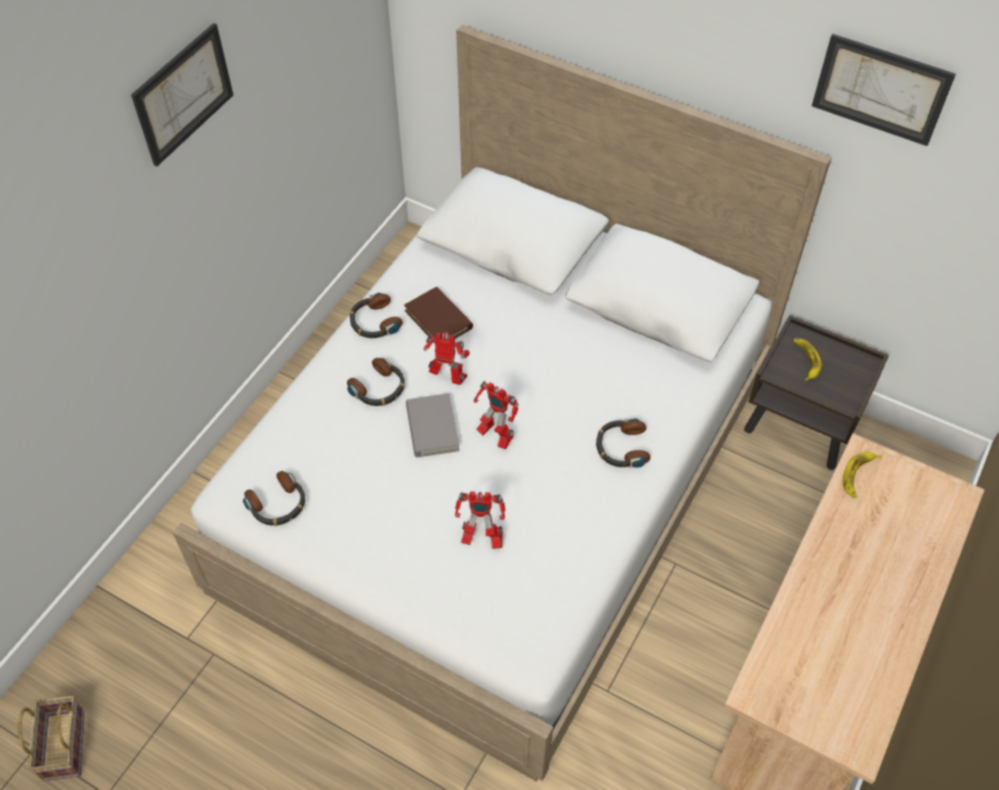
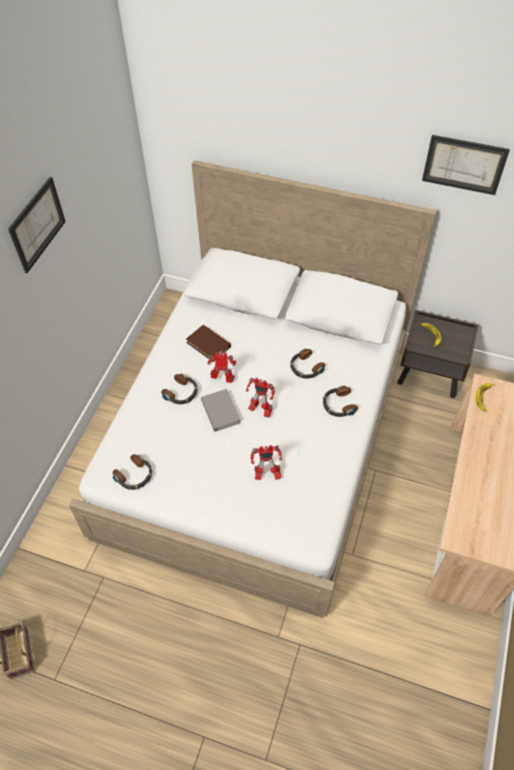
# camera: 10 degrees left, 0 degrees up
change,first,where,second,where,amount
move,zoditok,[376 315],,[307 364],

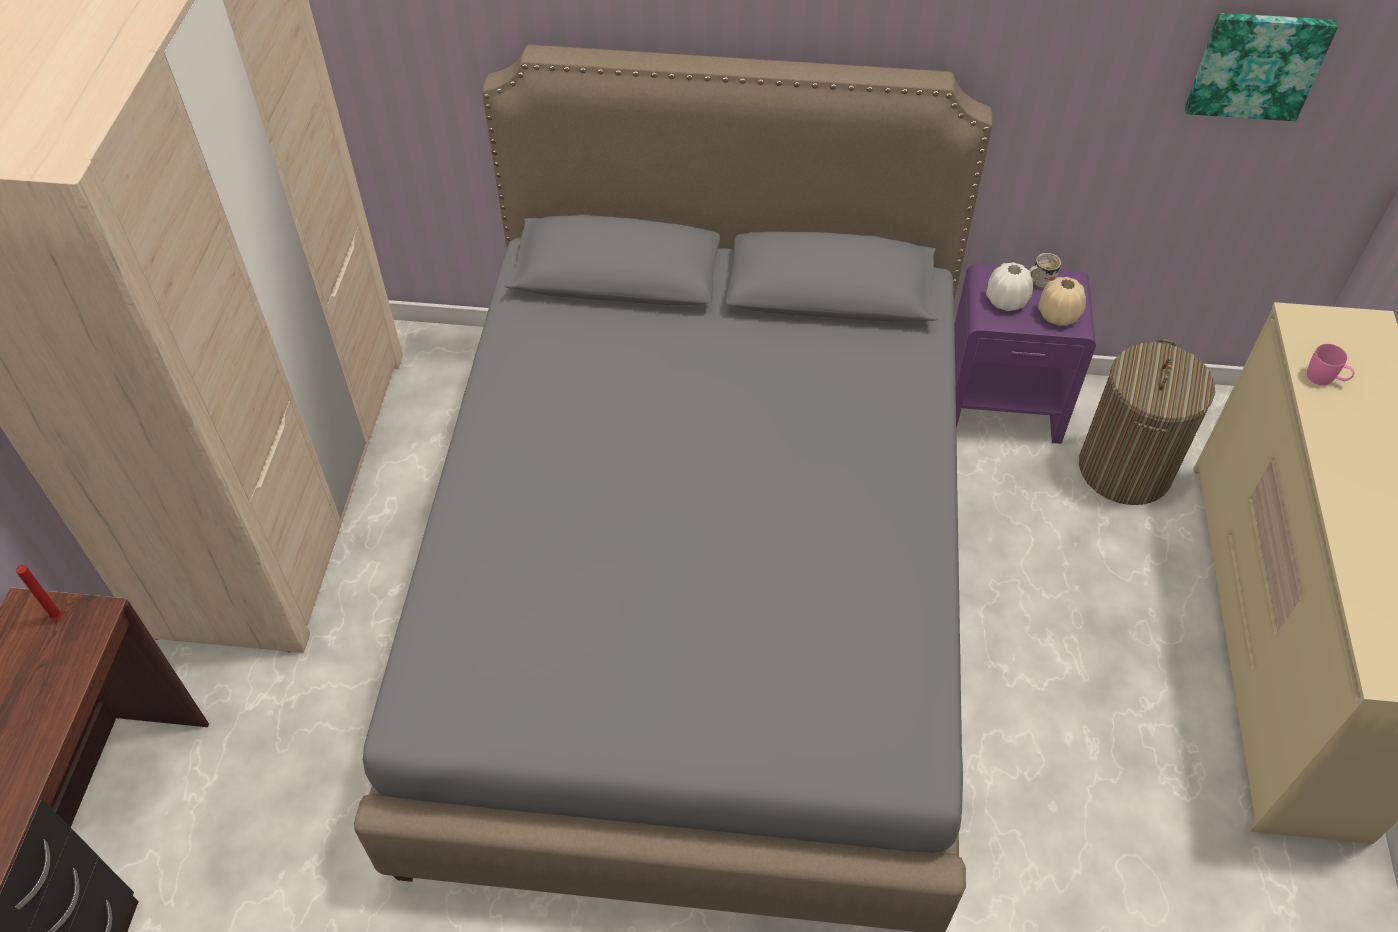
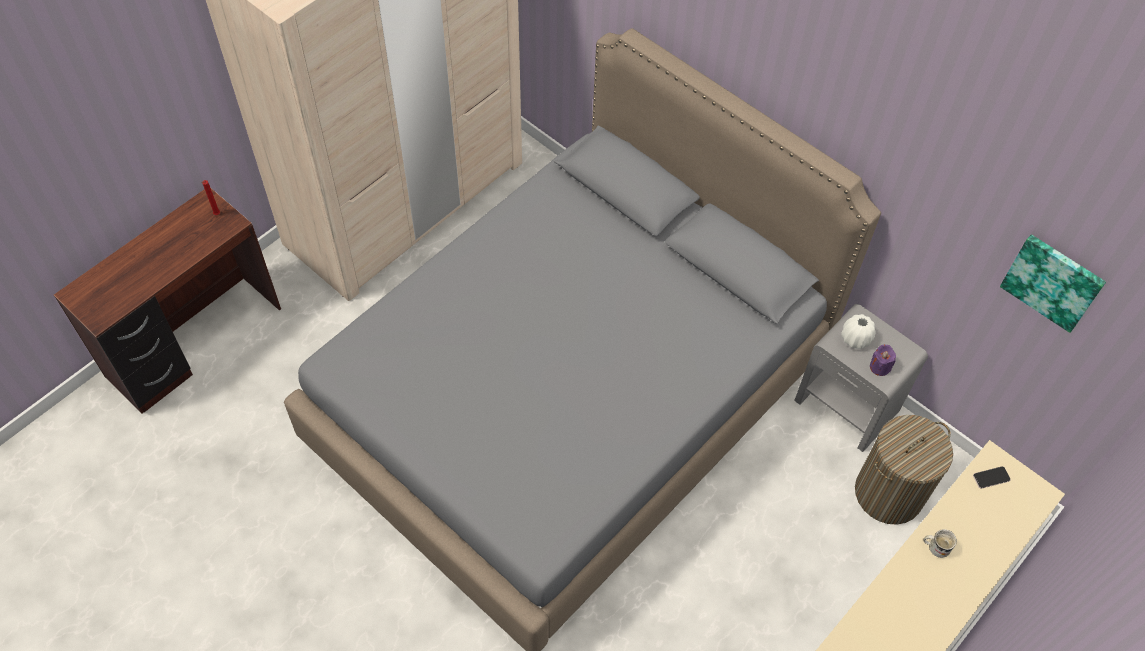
# camera: 35 degrees right, 5 degrees up
change,first,where,second,where,amount
move,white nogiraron,[1045 271],,[940 543],
recolor,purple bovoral,[1025 354],grey bovoral,[861 378],
replace,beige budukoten,[1062 301],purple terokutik,[883 360],
delete,pink nogiraron,[1330 364],,,
insert,,,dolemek,[992 477],

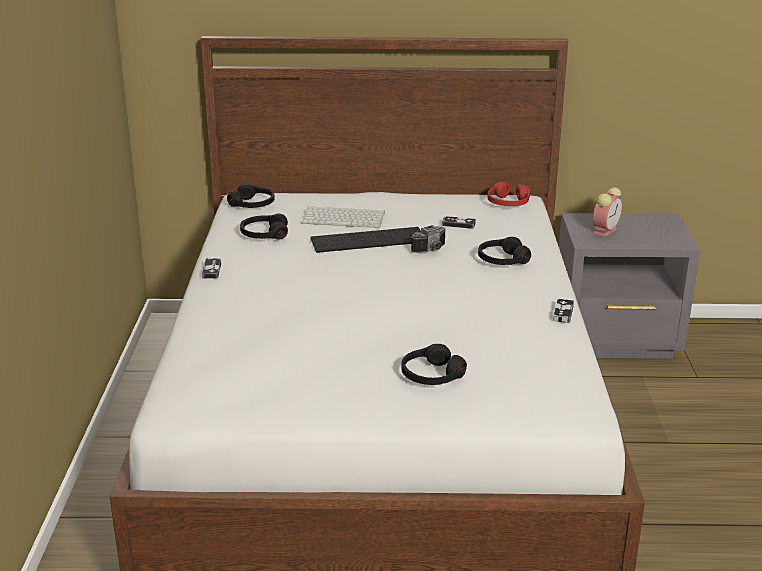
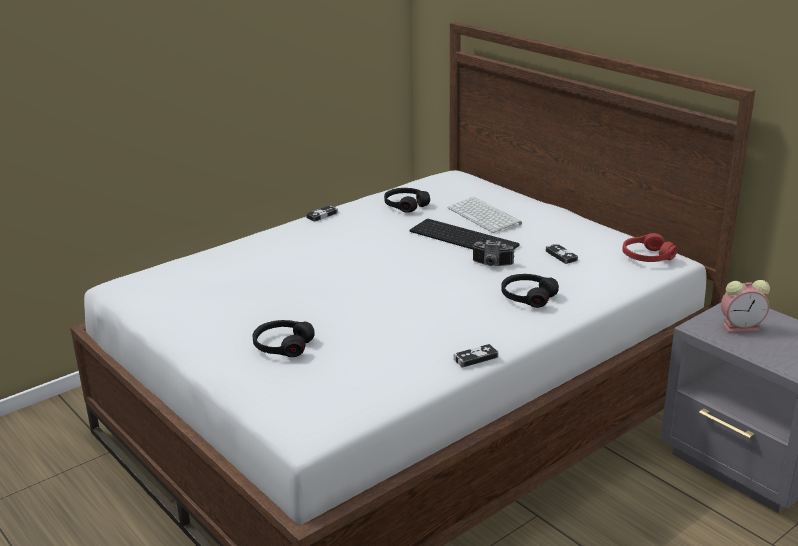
# camera: 50 degrees right, 0 degrees up
change,first,where,second,where,amount
delete,black zoditok,[251 196],,,

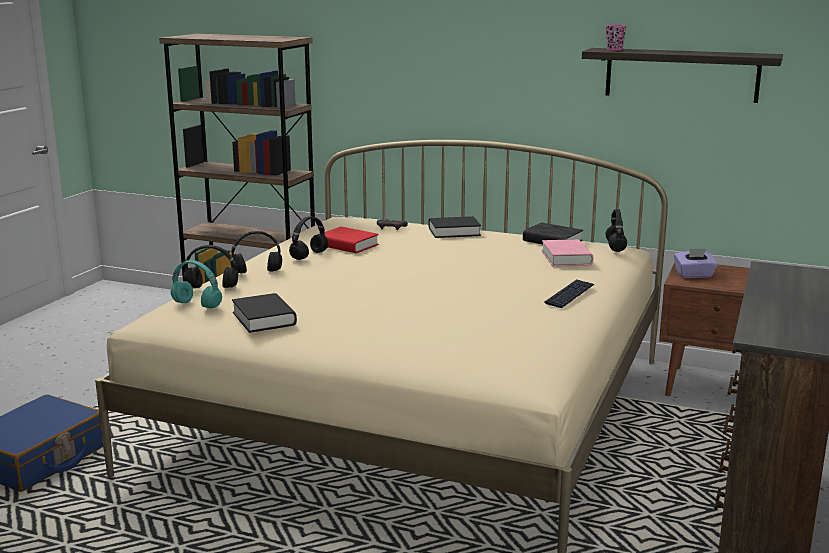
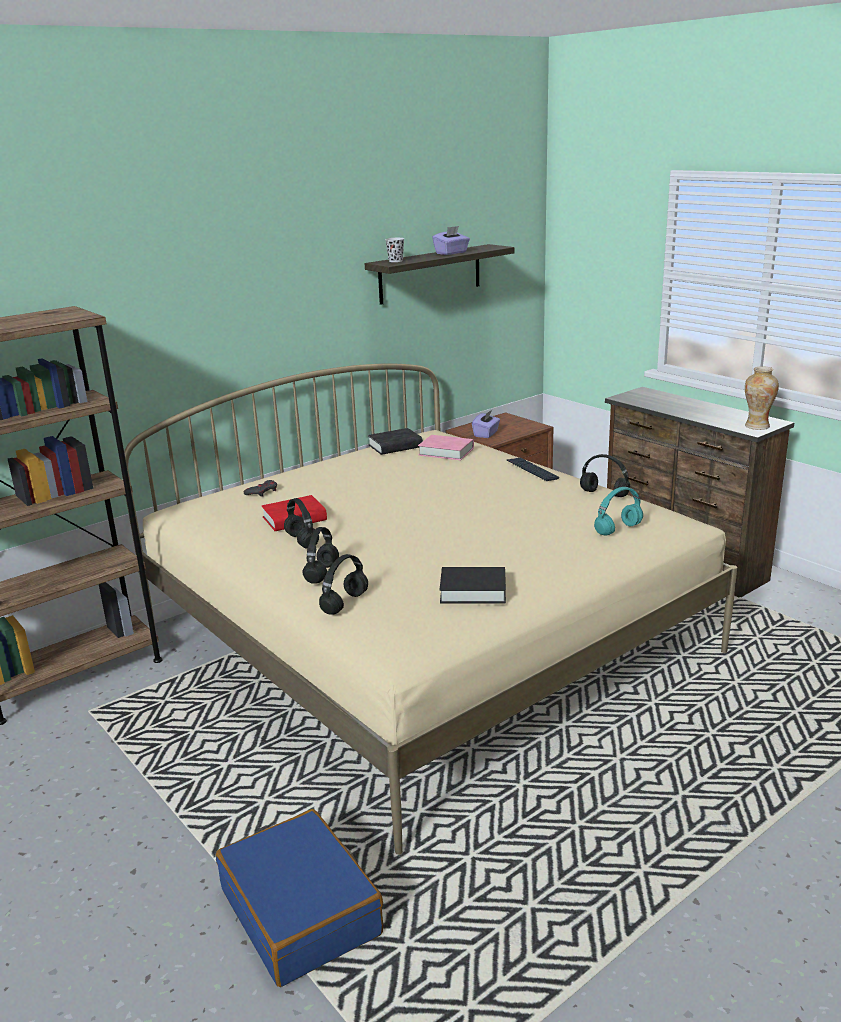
# camera: 60 degrees left, 5 degrees up
change,first,where,second,where,amount
recolor,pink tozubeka,[616 38],black tozubeka,[394 250],
move,black zoditok,[616 230],,[605 475],
delete,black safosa,[455 227],,,
move,turquoise zoditok,[196 284],,[618 511],
insert,,,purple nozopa,[451 240],
insert,,,budukoten,[762 398],

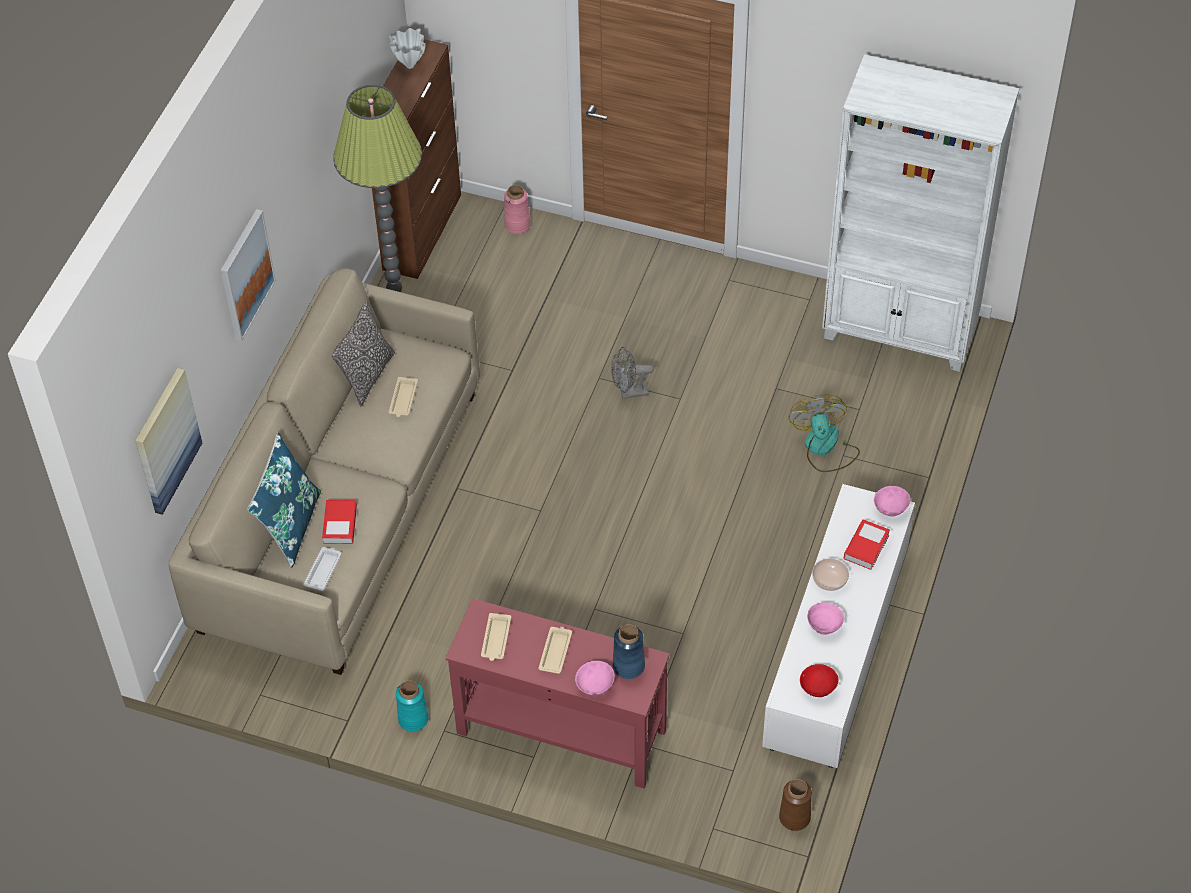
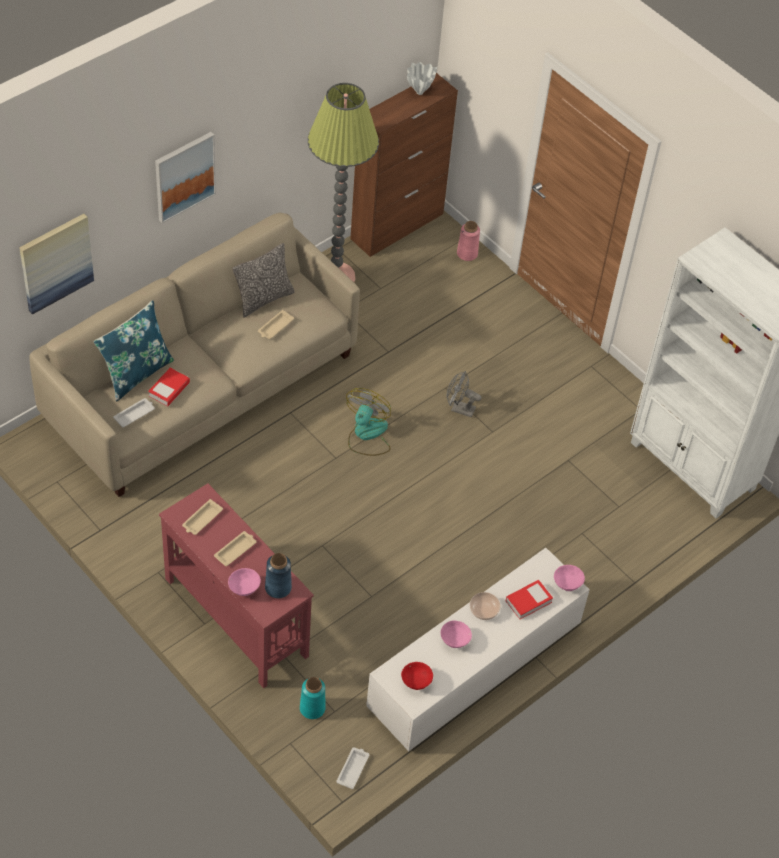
# camera: 25 degrees right, 0 degrees up
change,first,where,second,where,amount
move,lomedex,[824 433],,[368 422],
move,turquoise budukoten,[412 706],,[313 698],
replace,brown budukoten,[795 805],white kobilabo,[352 768],

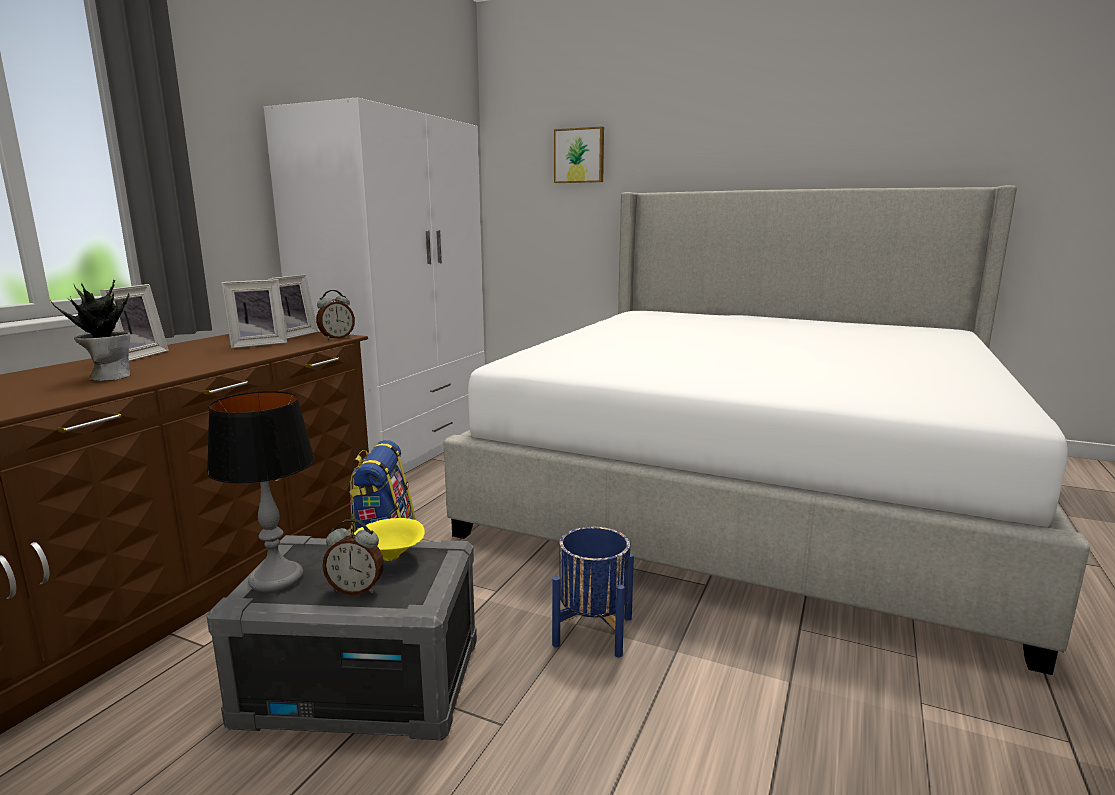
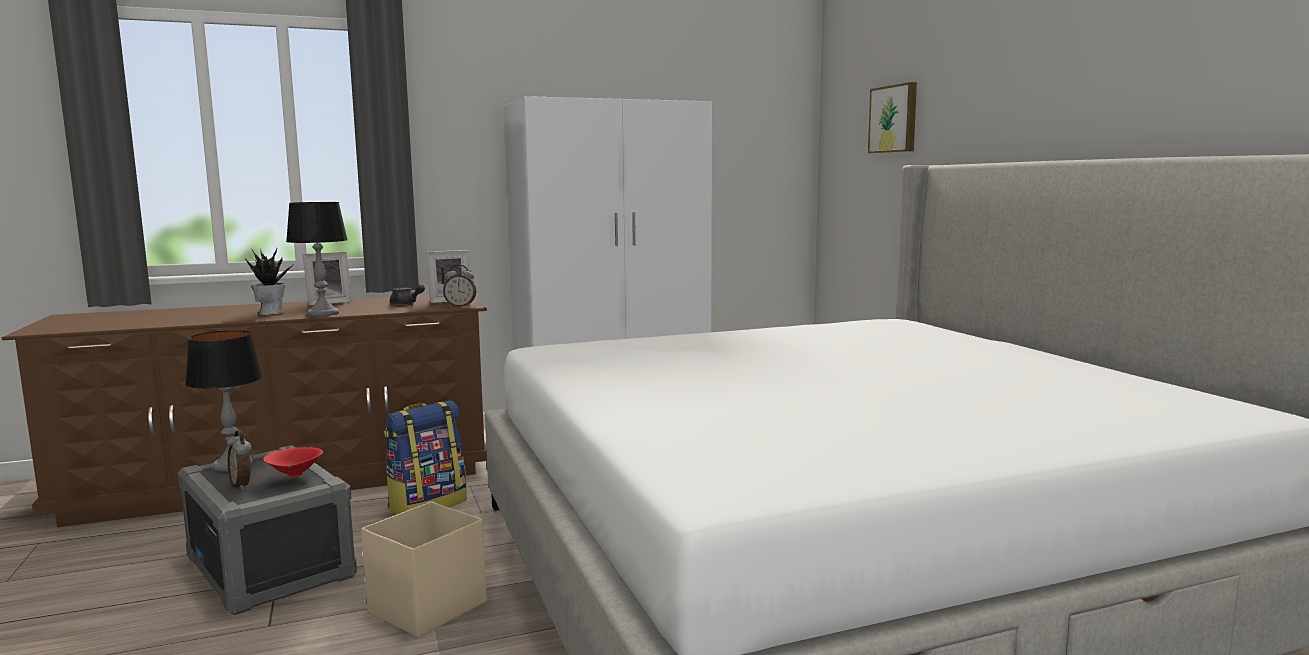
# camera: 45 degrees right, 5 degrees down
change,first,where,second,where,amount
replace,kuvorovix,[254 313],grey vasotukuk,[407 295],
recolor,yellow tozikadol,[389 539],red tozikadol,[293 462],
replace,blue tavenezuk,[593 592],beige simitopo,[424 569],
insert,,,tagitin,[317 259],

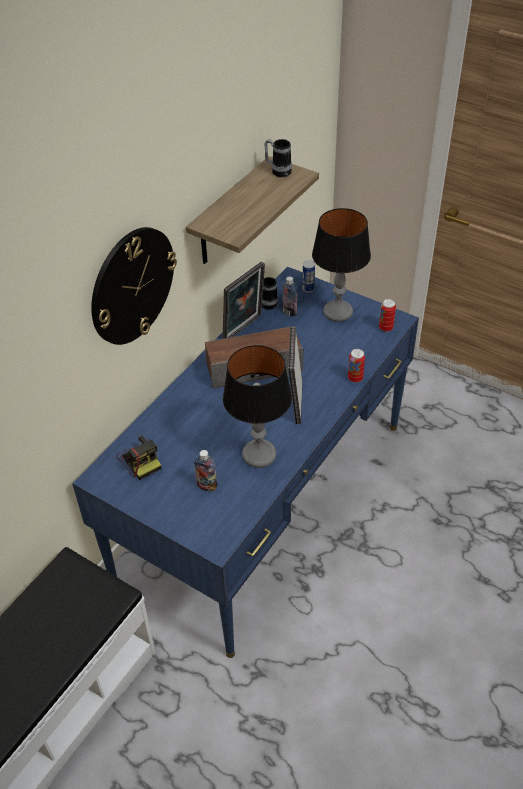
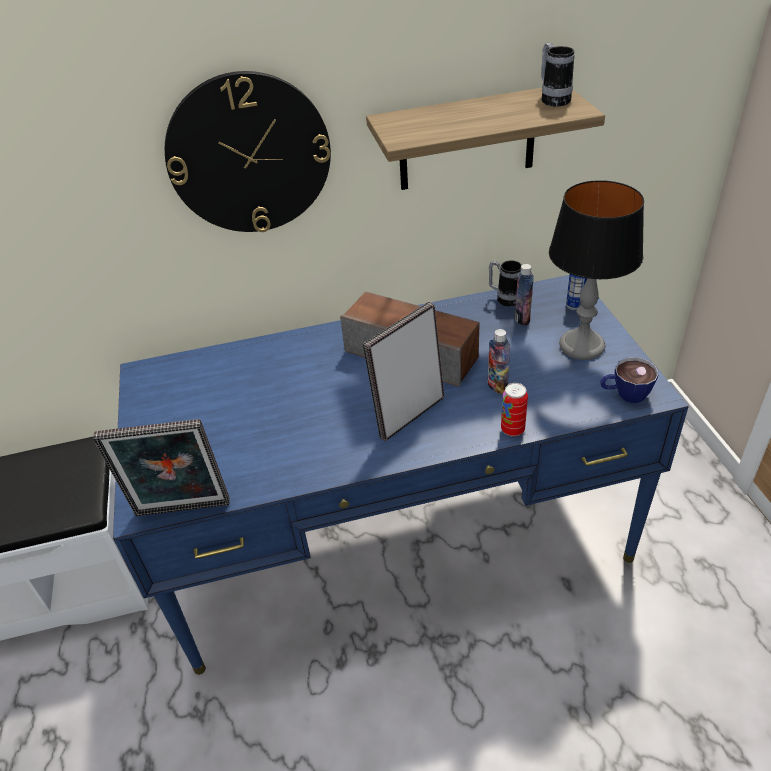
# camera: 45 degrees right, 5 degrees down
change,first,where,second,where,amount
move,kuvorovix,[243 300],,[161 467],
replace,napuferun,[387 315],tozubeka,[629 380],
delete,tagitin,[257 406],,,
delete,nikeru,[138 457],,,
move,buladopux,[206 470],,[499 361],

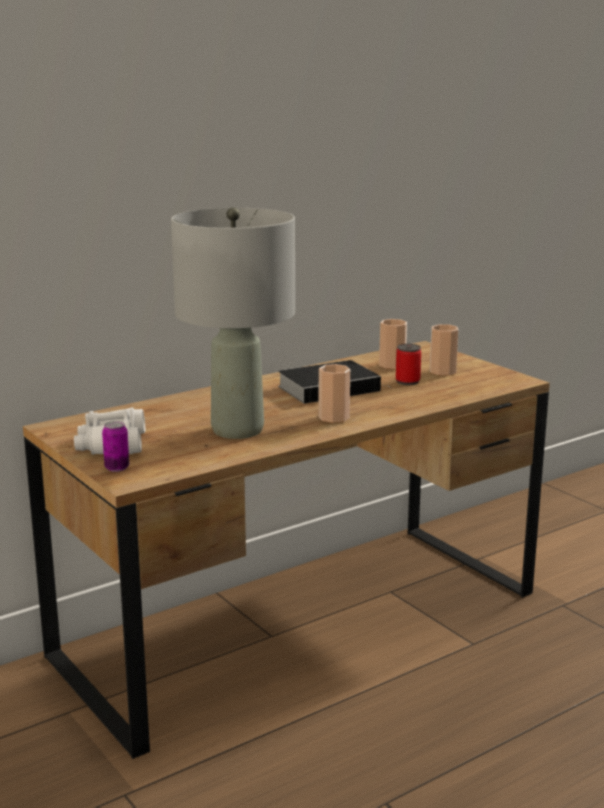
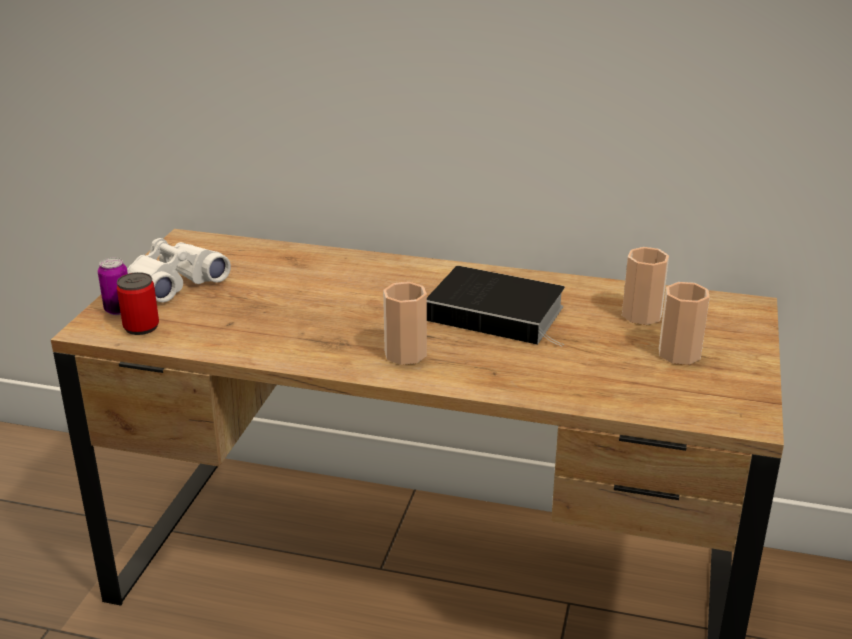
# camera: 50 degrees right, 10 degrees up
change,first,where,second,where,amount
delete,grey tagitin,[233 323],,,
move,napuferun,[408 364],,[138 303],

